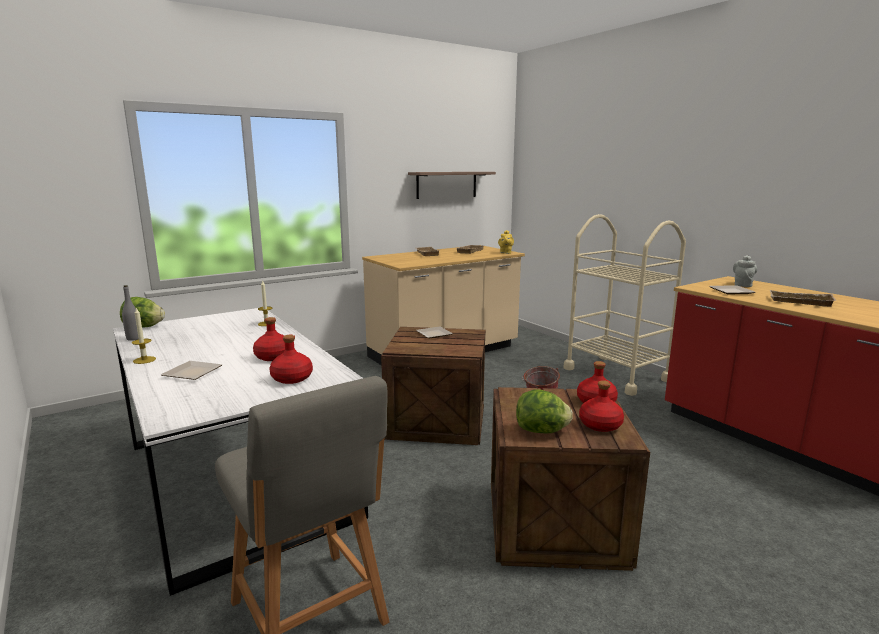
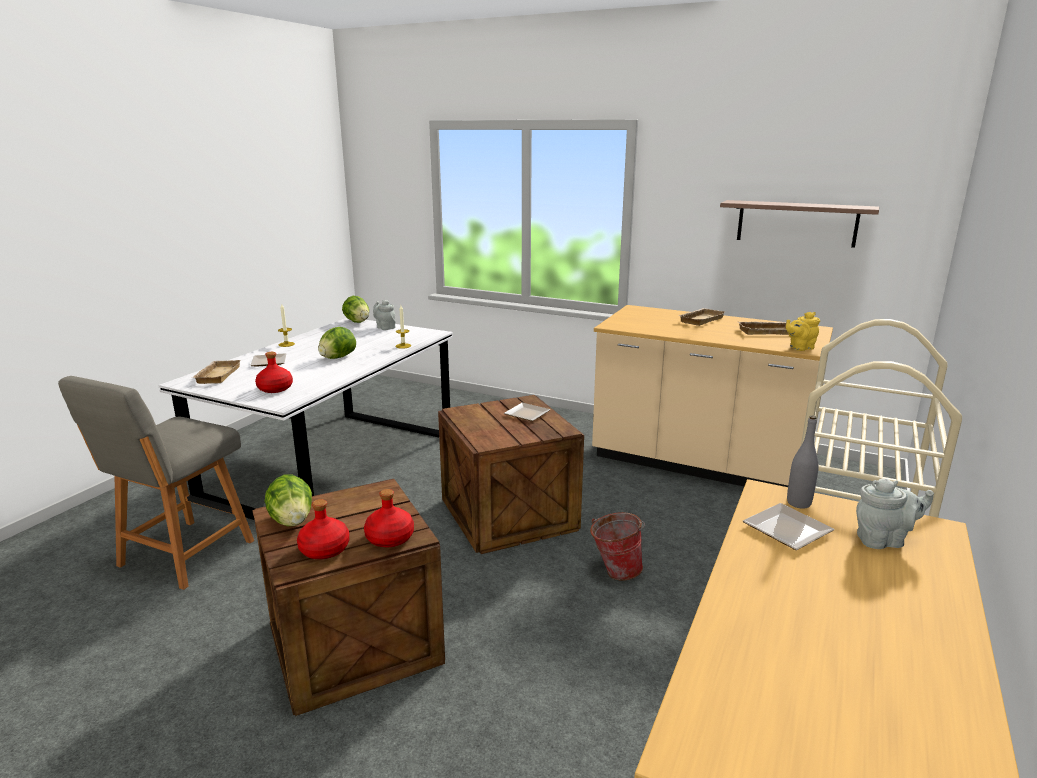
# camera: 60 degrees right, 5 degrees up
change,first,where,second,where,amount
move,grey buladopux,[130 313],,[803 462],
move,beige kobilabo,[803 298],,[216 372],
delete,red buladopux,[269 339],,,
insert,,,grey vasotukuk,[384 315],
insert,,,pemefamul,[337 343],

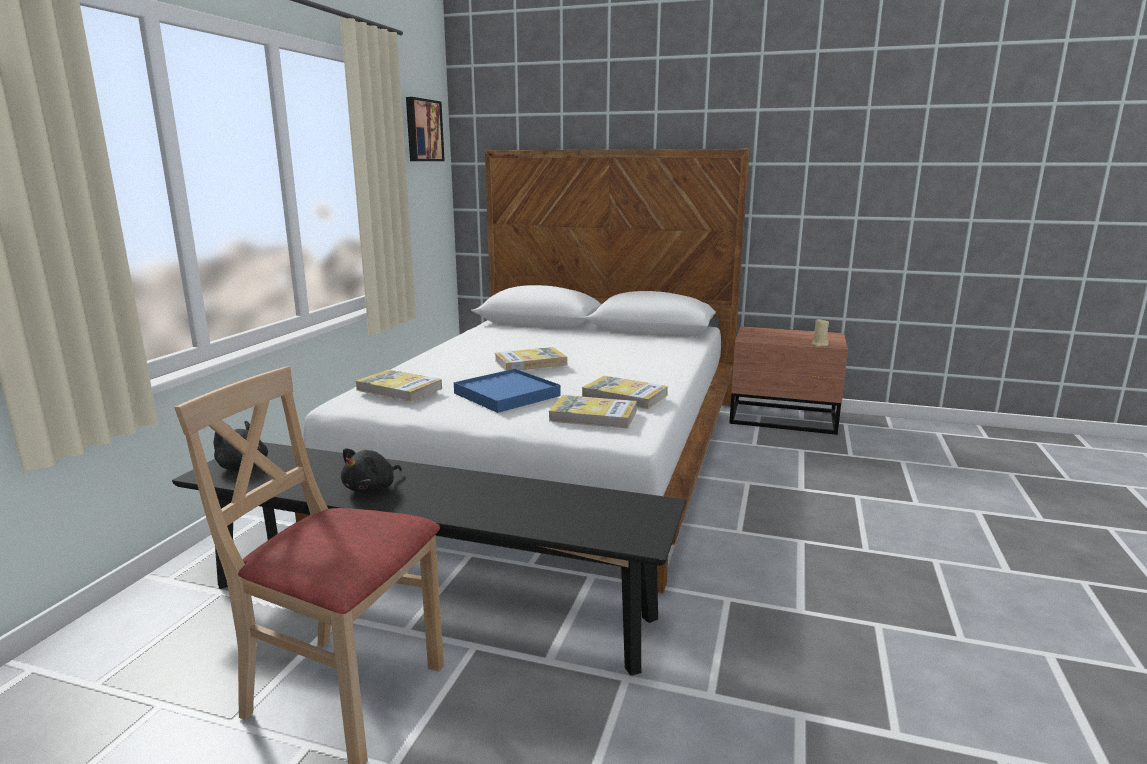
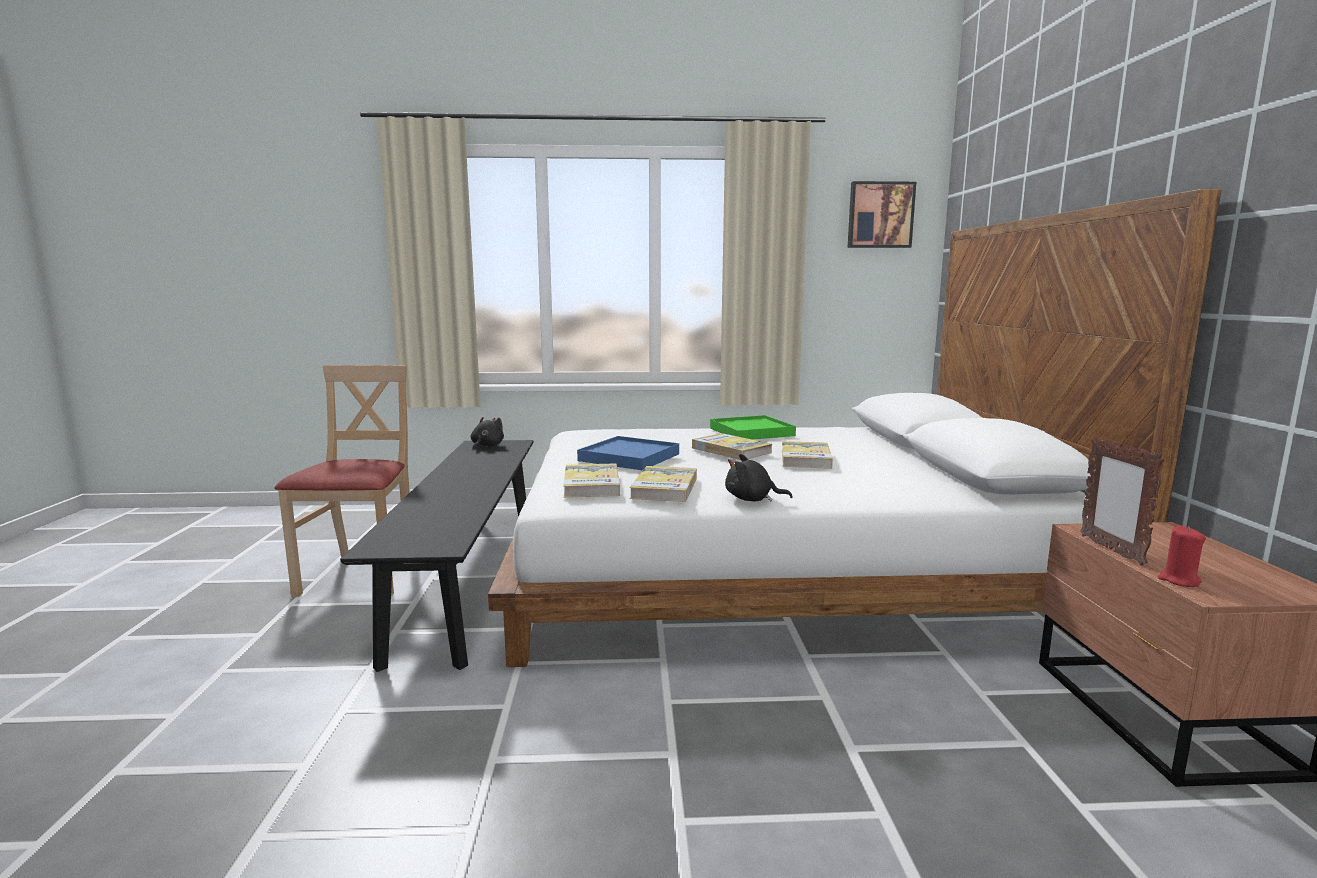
# camera: 70 degrees right, 5 degrees down
change,first,where,second,where,amount
recolor,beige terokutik,[820 332],red terokutik,[1181 556],
move,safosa,[398 386],,[807 455],
move,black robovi,[371 470],,[759 477],
insert,,,green kobilabo,[753 427],
insert,,,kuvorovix,[1122 501],

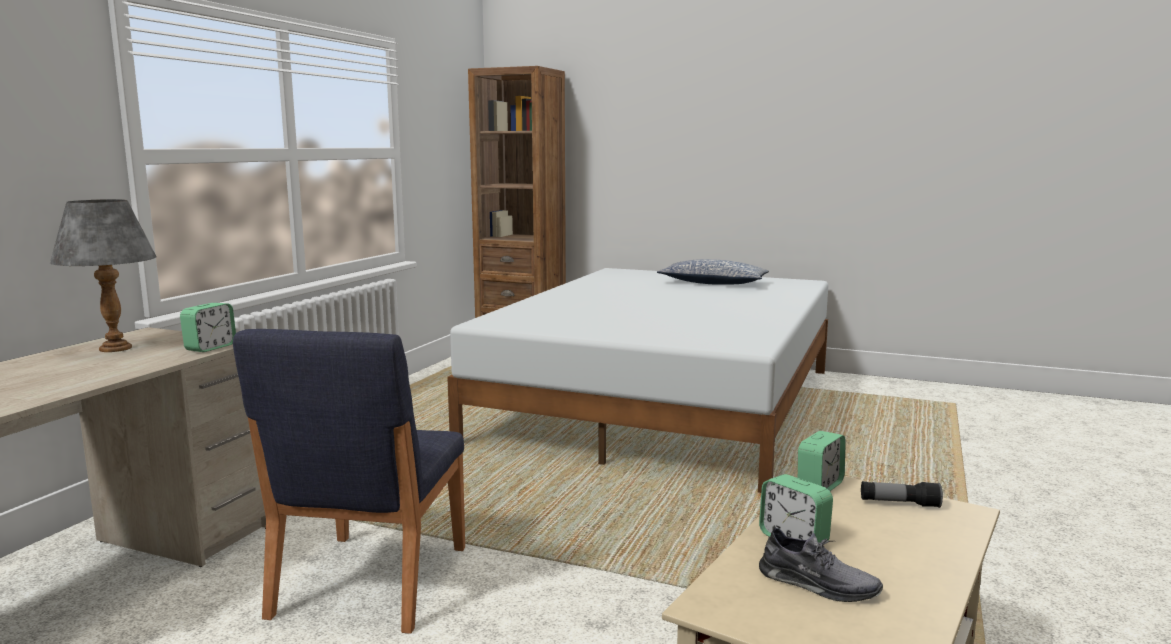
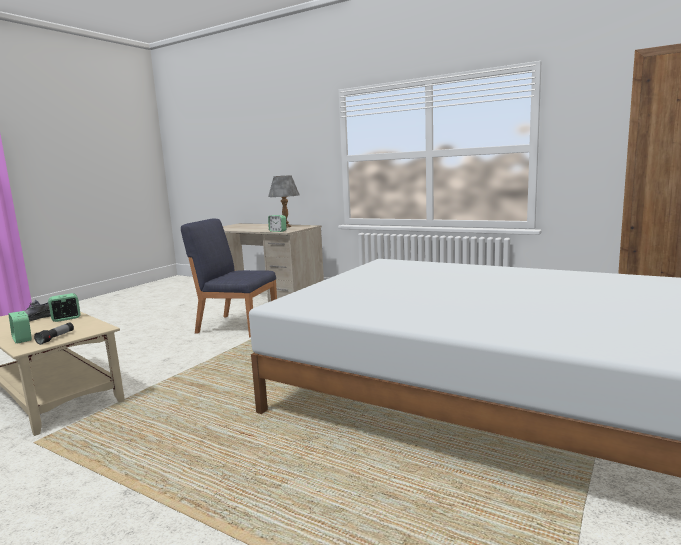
# camera: 100 degrees right, 0 degrees up
change,first,where,second,where,amount
delete,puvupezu,[713 272],,,
move,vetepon,[822 461],,[20 327],

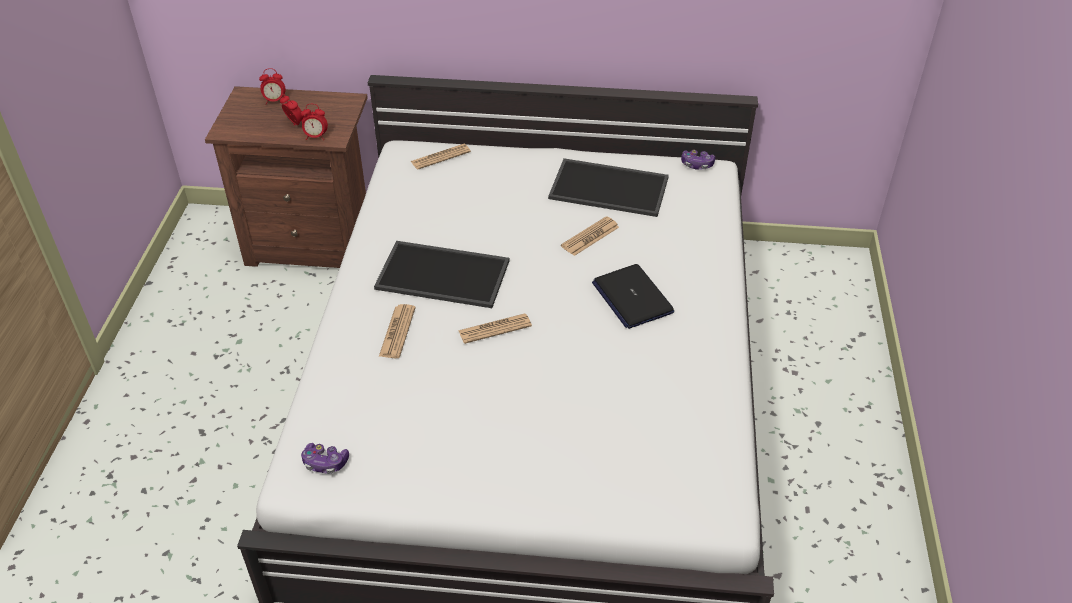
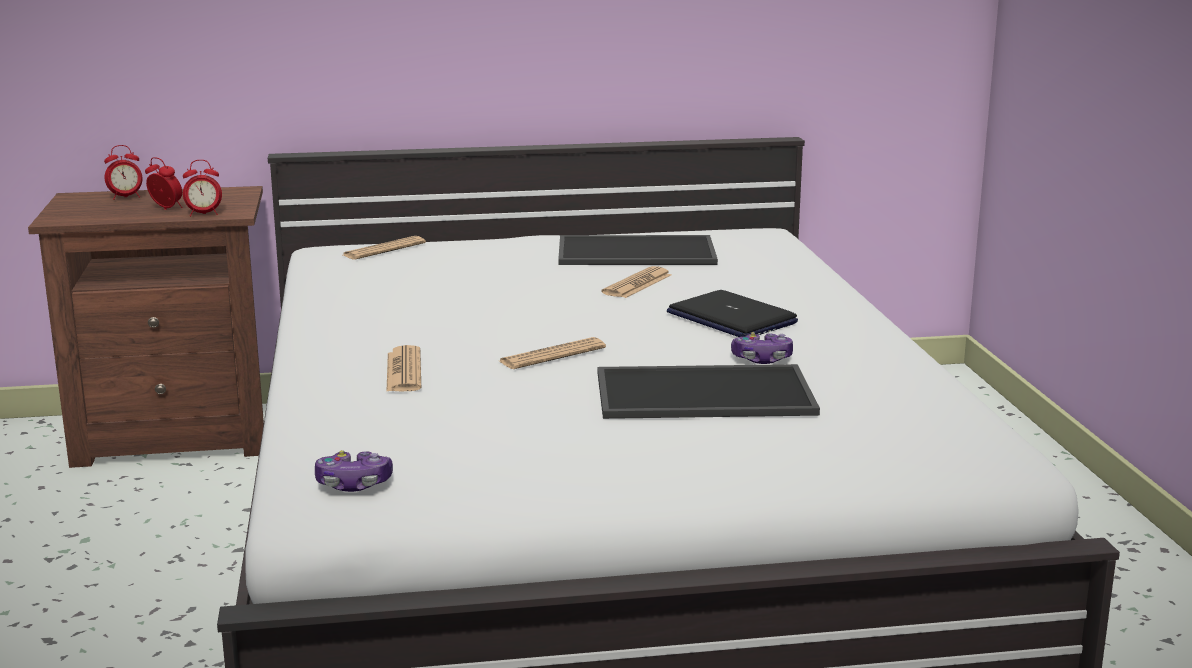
# camera: 15 degrees left, 25 degrees down
change,first,where,second,where,amount
move,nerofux,[698 160],,[762 348],
move,kobilabo,[441 274],,[708 391],

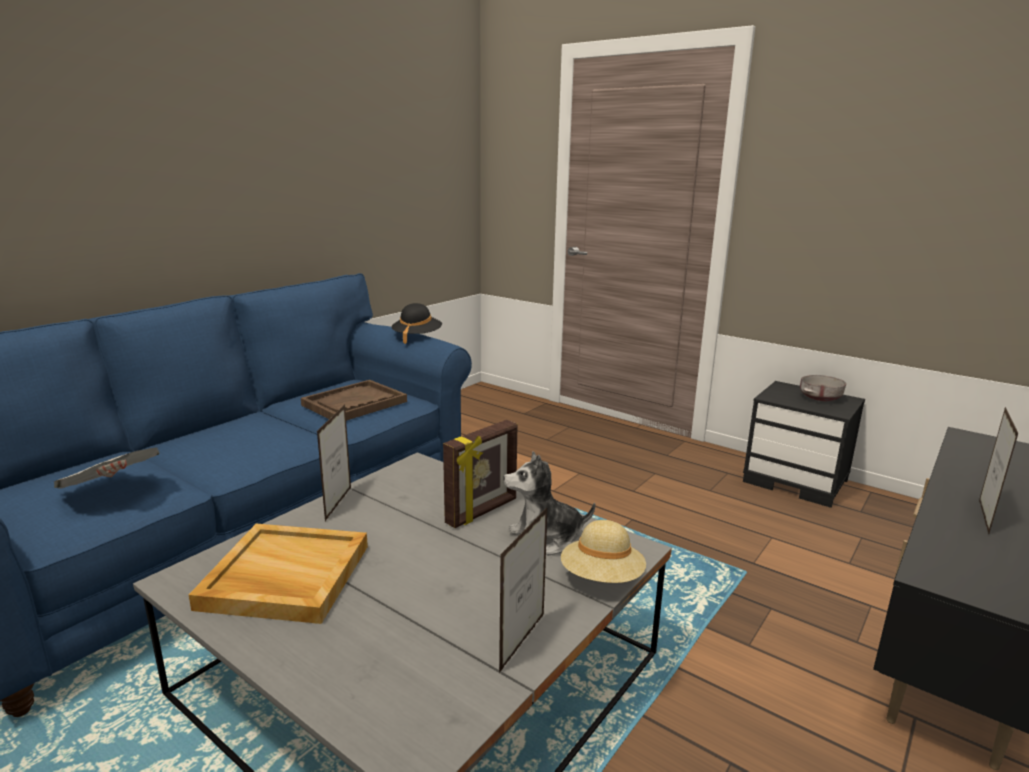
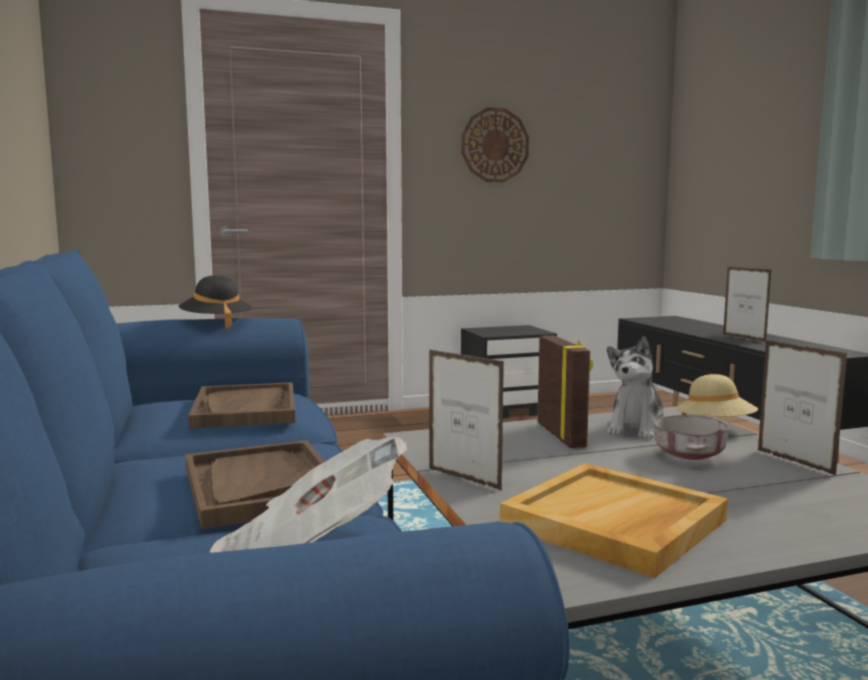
# camera: 55 degrees left, 10 degrees down
change,first,where,second,where,amount
move,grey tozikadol,[823 388],,[691 437],
insert,,,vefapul,[495 144],
insert,,,brown kobilabo,[255 484],

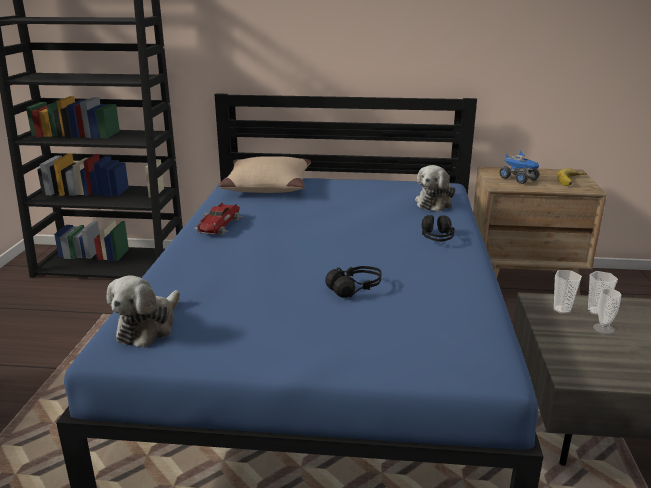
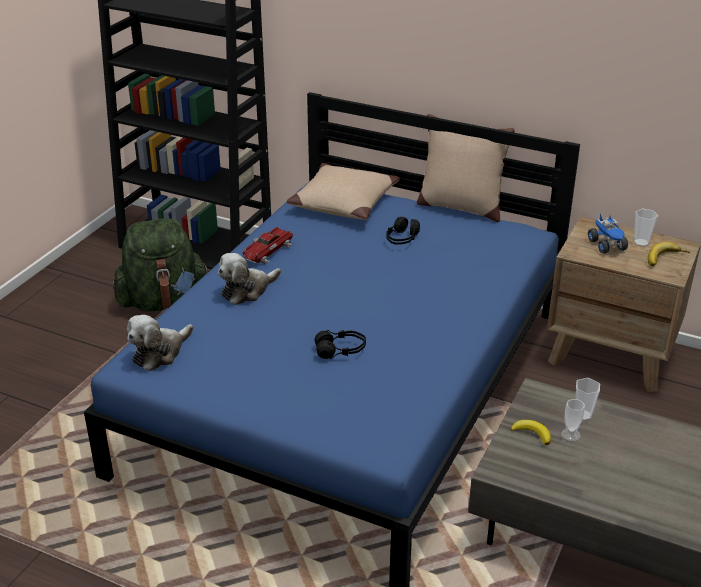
# camera: 20 degrees right, 10 degrees up
change,first,where,second,where,amount
move,robovi,[435 188],,[249 279],
move,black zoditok,[438 228],,[403 231],
move,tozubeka,[568 292],,[646 228],
insert,,,beige puvupezu,[465 168],
insert,,,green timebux,[161 264],
insert,,,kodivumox,[531 432],

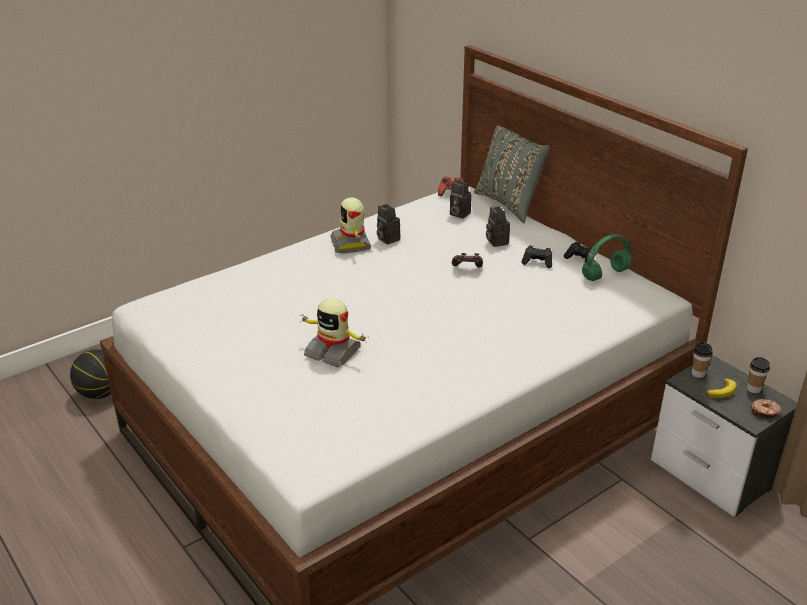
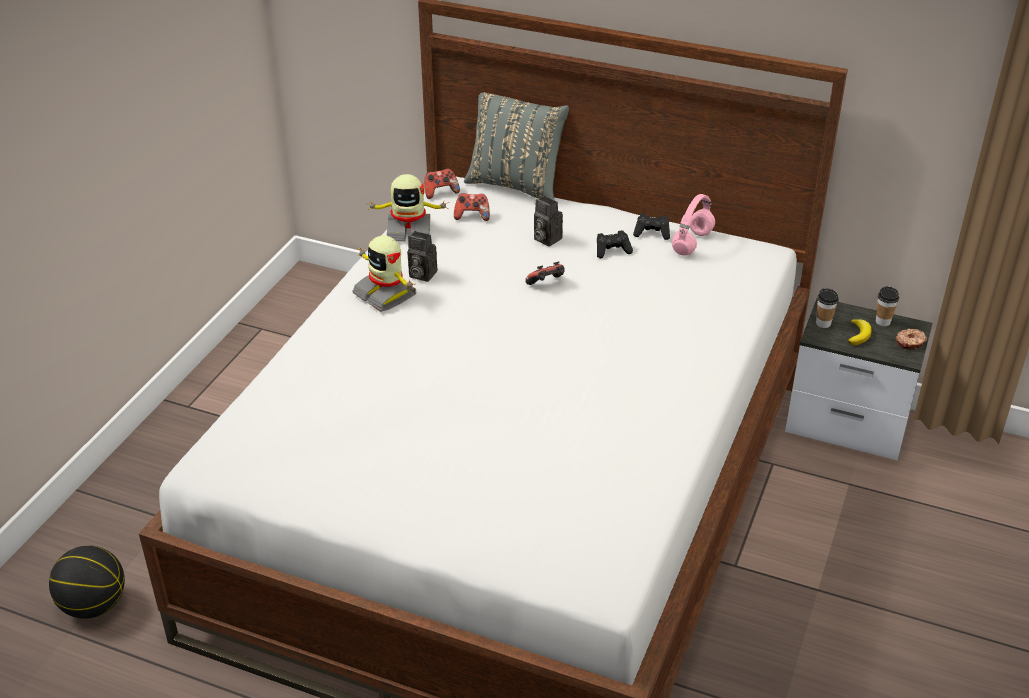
# camera: 30 degrees left, 5 degrees up
change,first,where,second,where,amount
replace,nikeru,[461 199],nerofux,[472 207],
recolor,green zoditok,[607 257],pink zoditok,[693 225],
move,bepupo,[334 333],,[408 207],

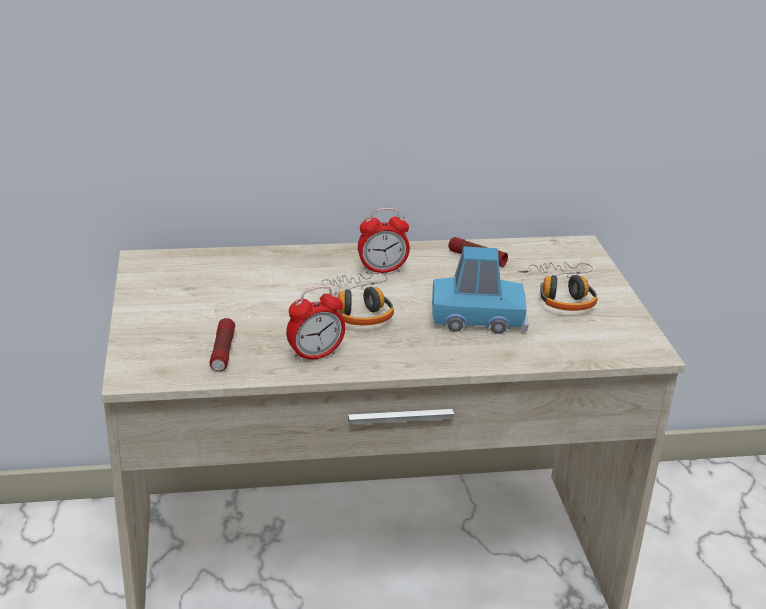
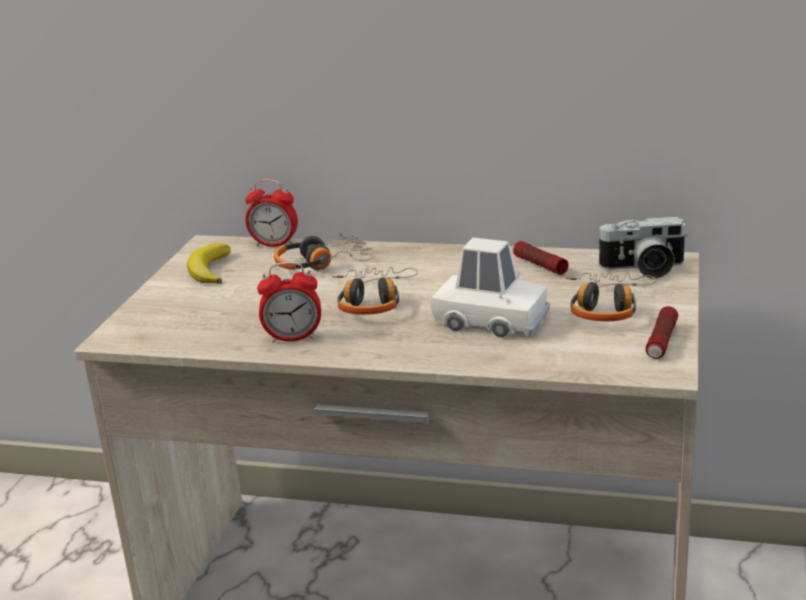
# camera: 25 degrees right, 5 degrees down
change,first,where,second,where,amount
move,vetepon,[384 241],,[271 213],
recolor,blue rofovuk,[480 290],white rofovuk,[490 287],
move,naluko,[222 344],,[661 332],
insert,,,nikeru,[642 248],
insert,,,zoditok,[324 251],
insert,,,kodivumox,[209 263],

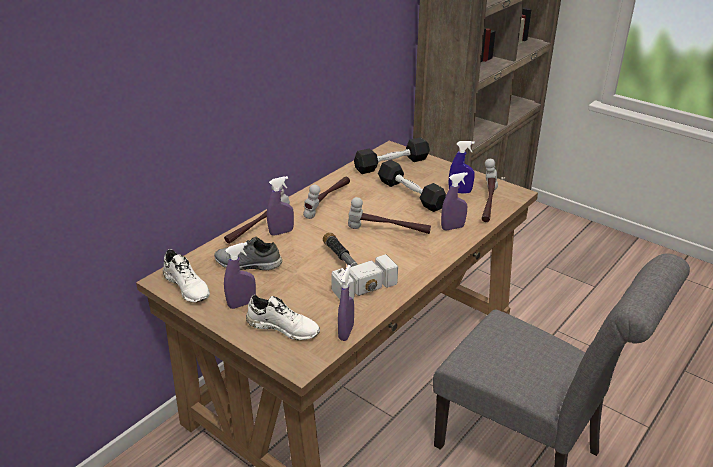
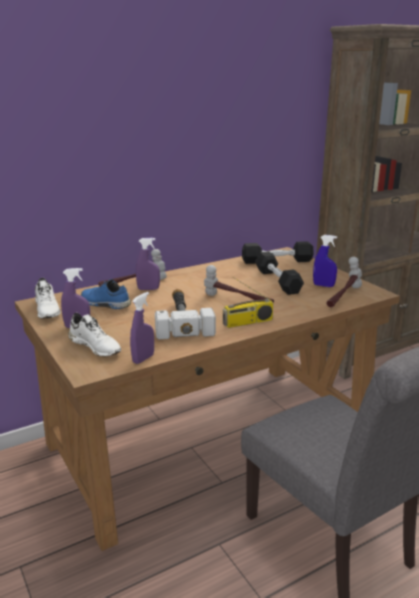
# camera: 20 degrees right, 10 degrees down
change,first,where,second,where,amount
delete,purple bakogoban,[454 201],,,
delete,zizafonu,[326 198],,,
recolor,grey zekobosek,[248 253],blue zekobosek,[106 294],
insert,,,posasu,[248 302],

